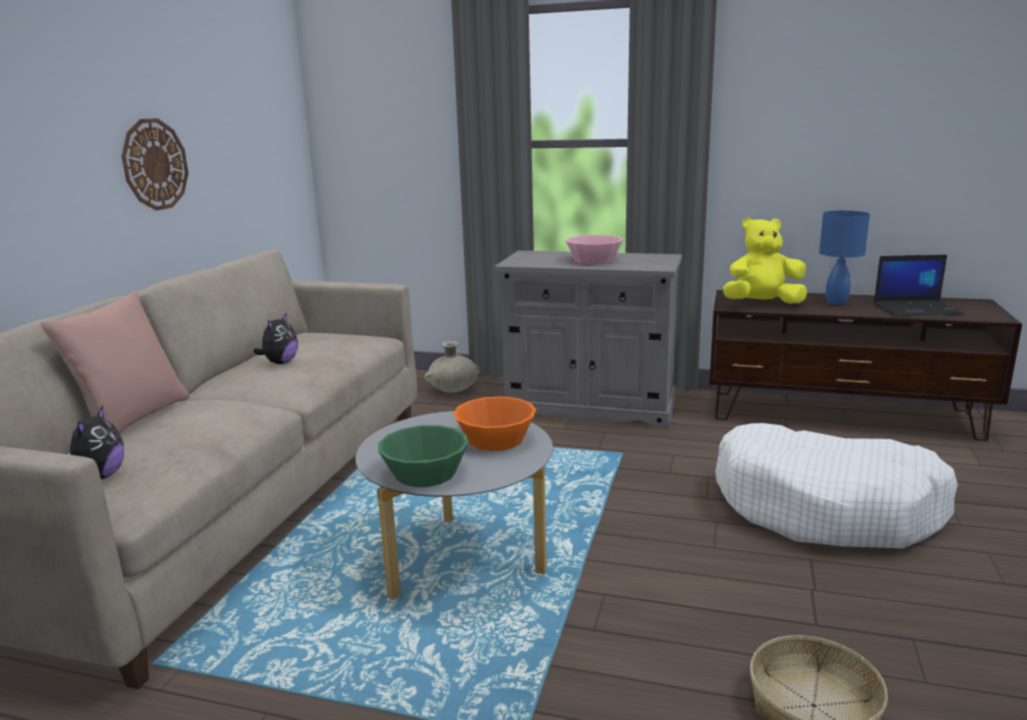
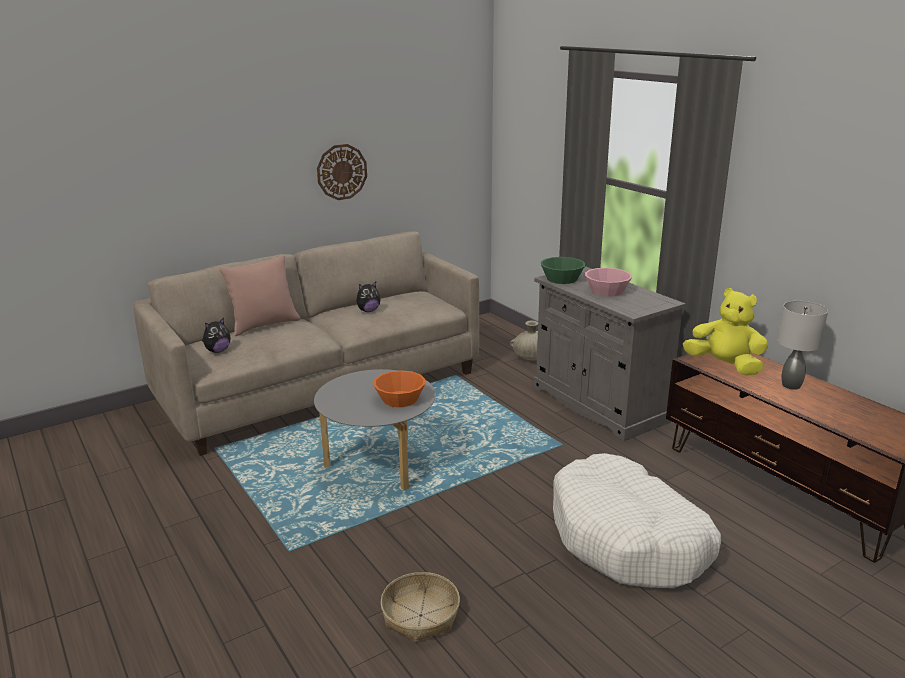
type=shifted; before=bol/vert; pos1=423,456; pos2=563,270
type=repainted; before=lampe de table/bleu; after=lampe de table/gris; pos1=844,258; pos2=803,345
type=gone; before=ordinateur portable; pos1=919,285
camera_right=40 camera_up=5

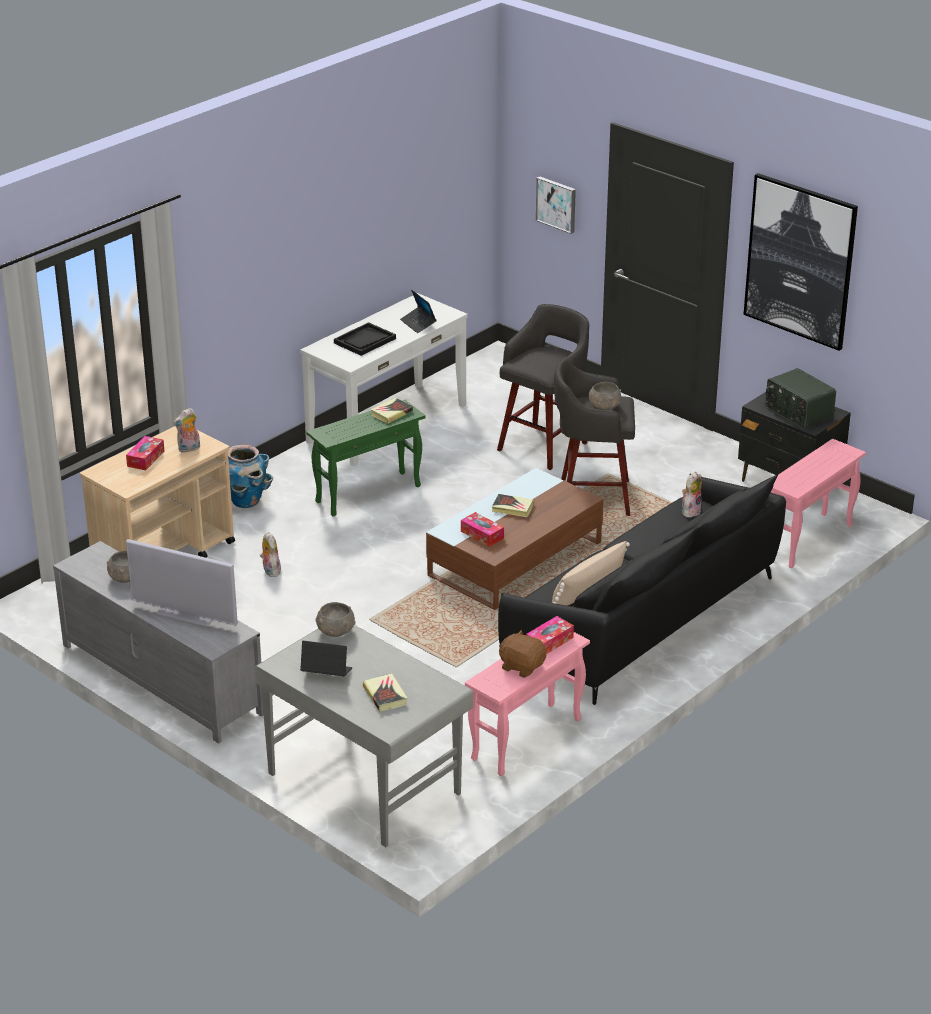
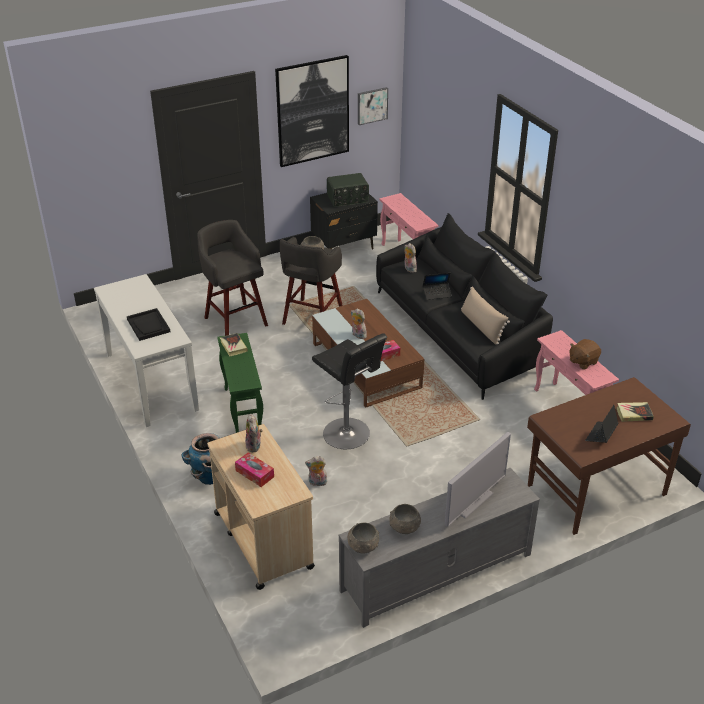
type=new; after=tabouret/noir; pos2=349,391
type=shifted; before=bol/gris; pos1=335,619; pos2=363,538
type=swapped; before=livre; after=peluche; pos1=513,505; pos2=359,323
type=shifted; before=tableau; pos1=556,205; pos2=373,106
type=shifted; before=ordinateur portable; pos1=418,311; pos2=437,286
type=repainted; before=bureau/gris; after=bureau/marron; pos1=364,736; pos2=609,456
type=gone; before=boîte à mouchoirs; pos1=550,635
camera_right=-70 camera_up=5

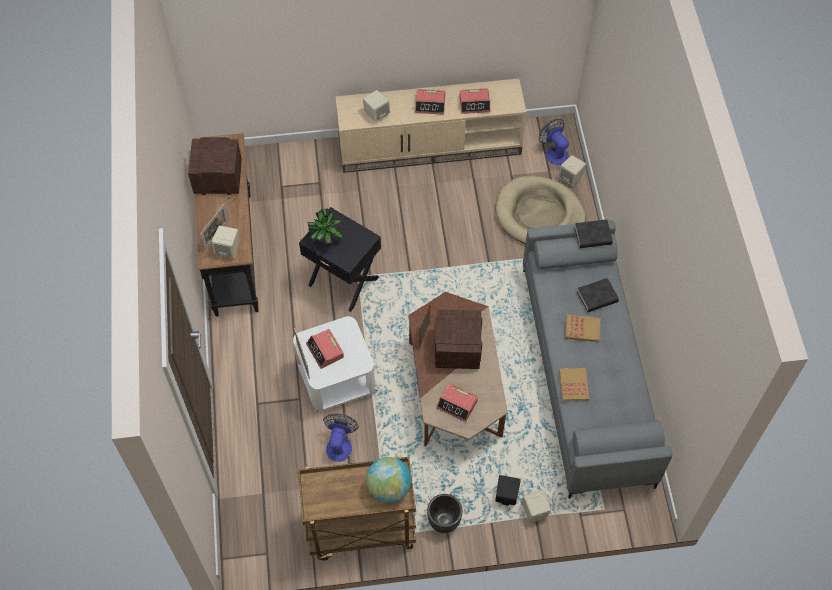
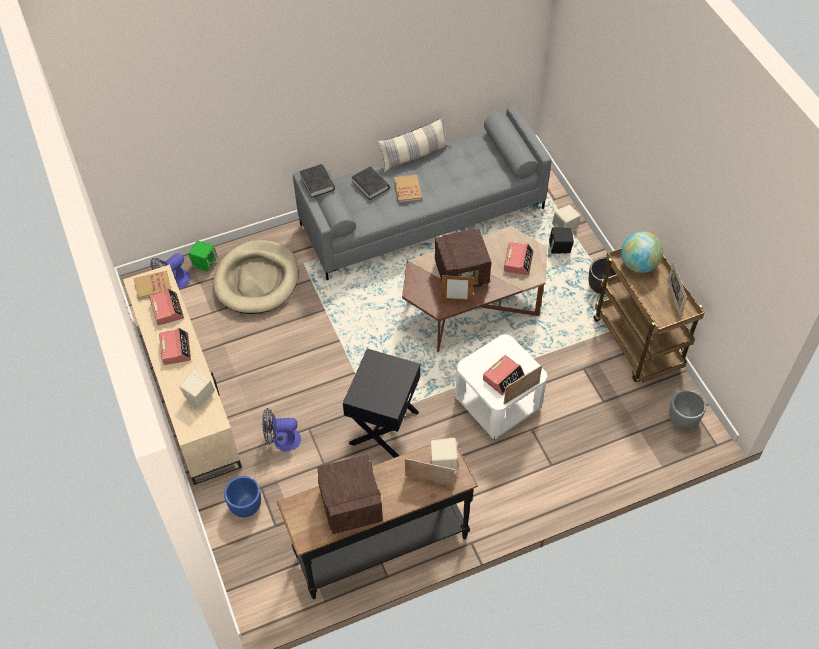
type=shifted; before=livre; pos1=574,385; pos2=152,285
type=repainted; before=enceinte/beige; after=enceinte/vert; pos1=572,170; pos2=203,256
type=new; after=cache-pot/bleu; pos2=242,496
type=shifted; before=ventilateur; pos1=341,437; pos2=281,429
type=new; after=coussin; pos2=413,144
type=new; after=cadre photo; pos2=677,289
type=new; after=cache-pot/gris; pos2=687,409
type=gone; before=plante en pot; pos1=325,226
camera_right=-105 camera_up=-5

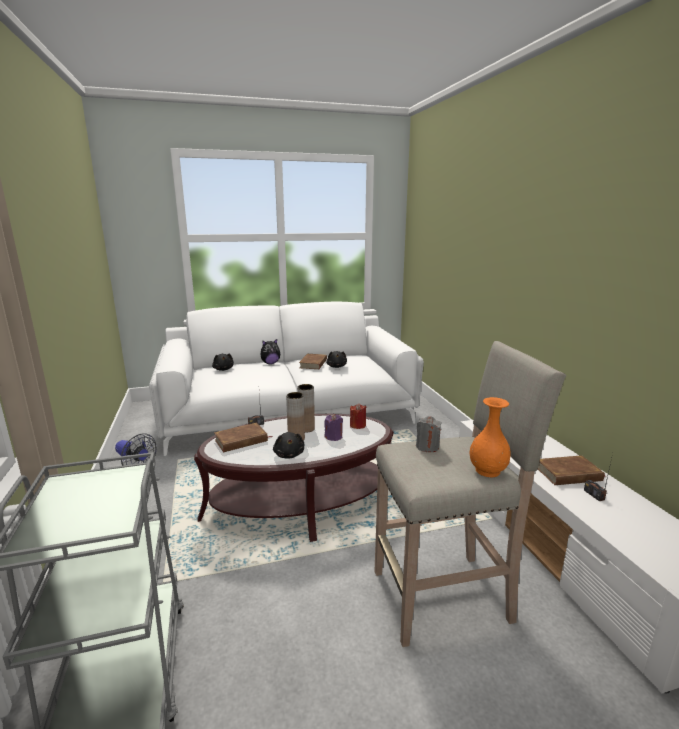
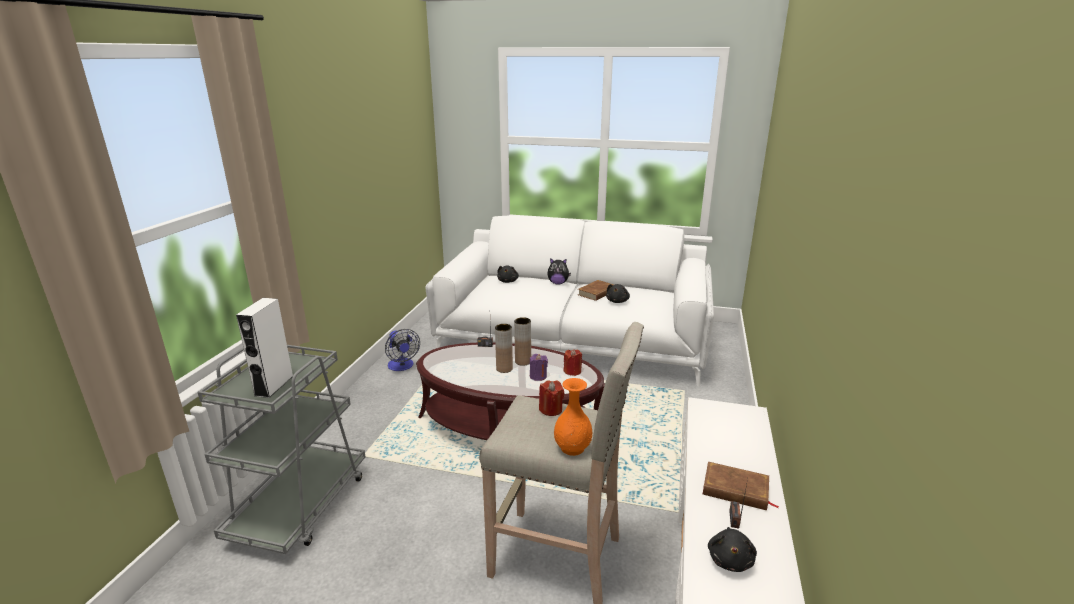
type=new; after=enceinte/blanc; pos2=264,348
type=repainted; before=bougie/gris; after=bougie/rouge; pos1=429,434; pos2=551,398
type=shifted; before=peluche/noir; pos1=289,445; pos2=732,549
type=gone; before=livre/marron; pos1=243,437
camera_right=30 camera_up=5

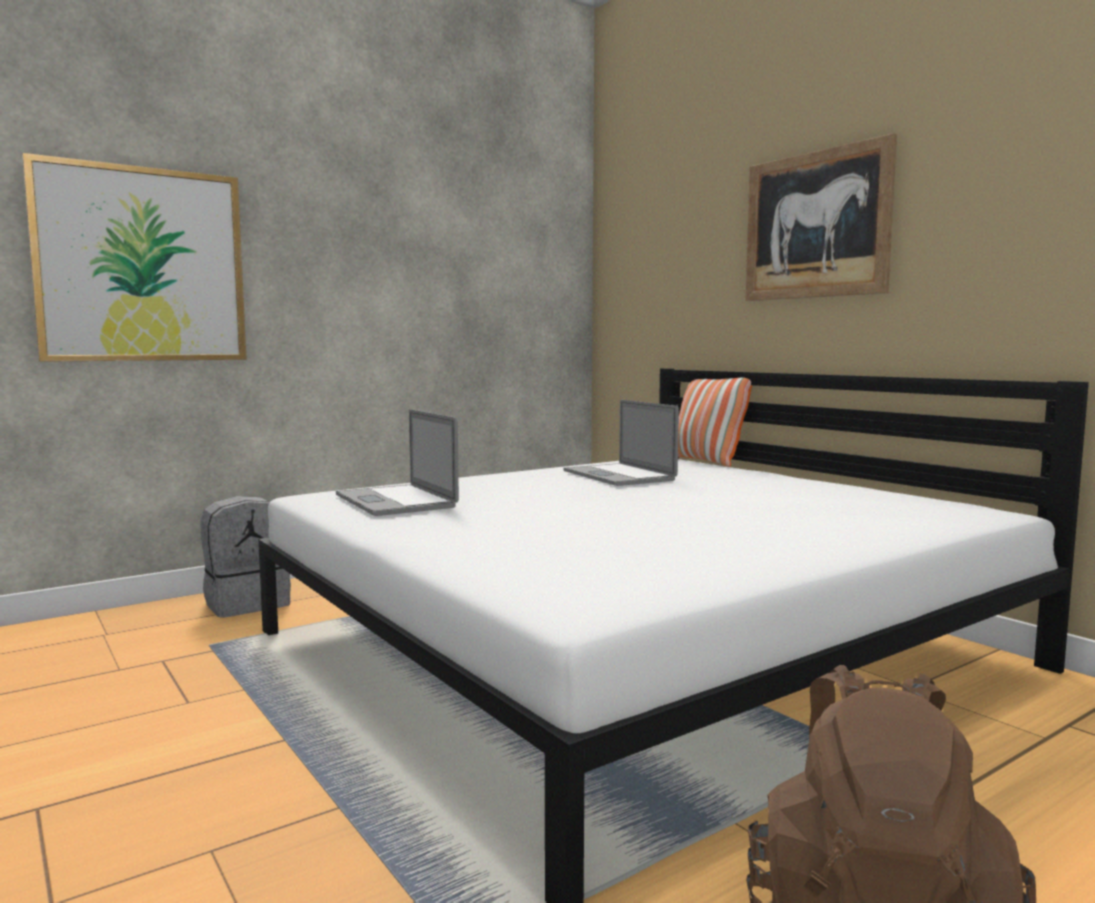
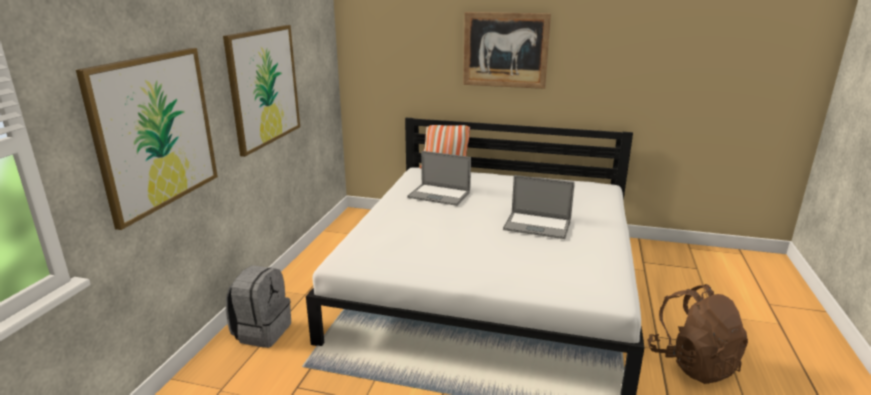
type=new; after=tableau; pos2=261,91
type=shifted; before=ordinateur portable; pos1=397,462; pos2=539,207
camera_right=-40 camera_up=15

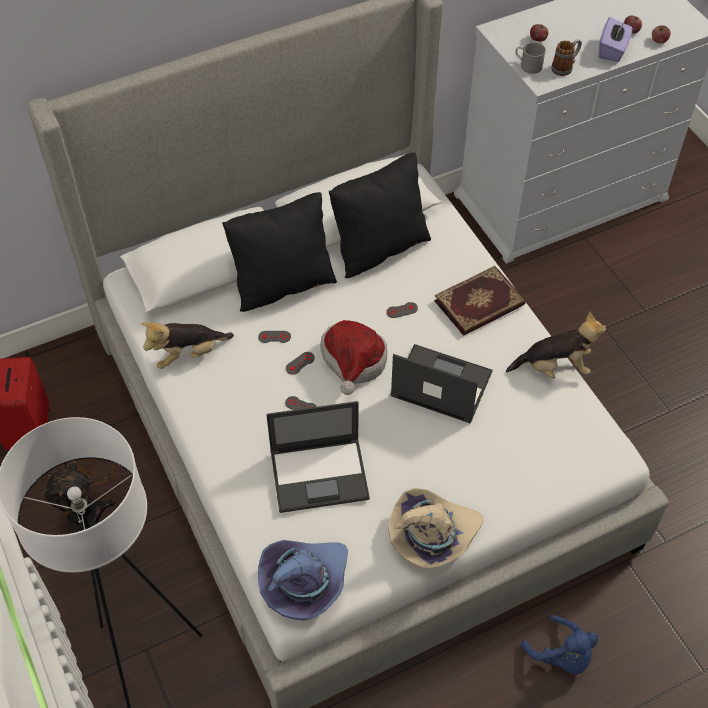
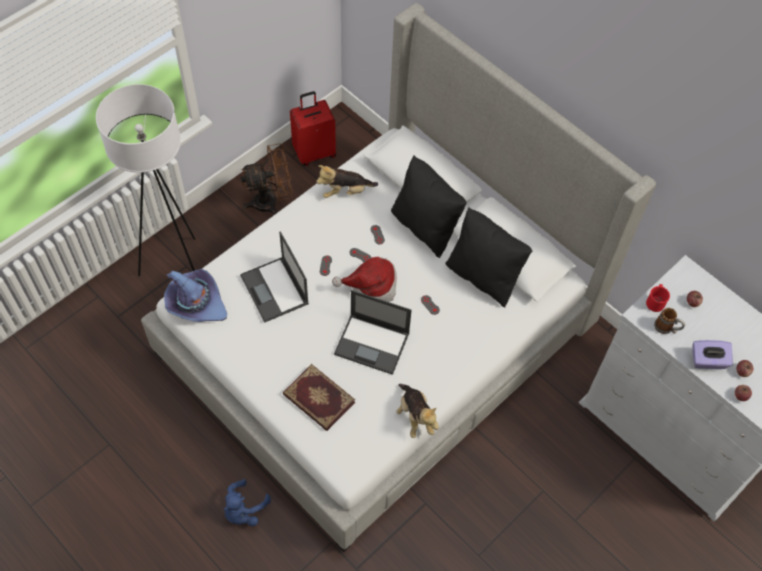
type=shifted; before=livre; pos1=479,301; pos2=319,397
type=rotated; before=peluche; pos1=187,345; pos2=347,181; turn=-60
type=rotated; before=ordinateur portable; pos1=442,383; pos2=373,332; turn=105
type=repainted; before=mug/gris; after=mug/rouge; pos1=530,58; pos2=658,298
type=gone; before=chapeau/beige; pos1=436,528
camera_right=70 camera_up=5

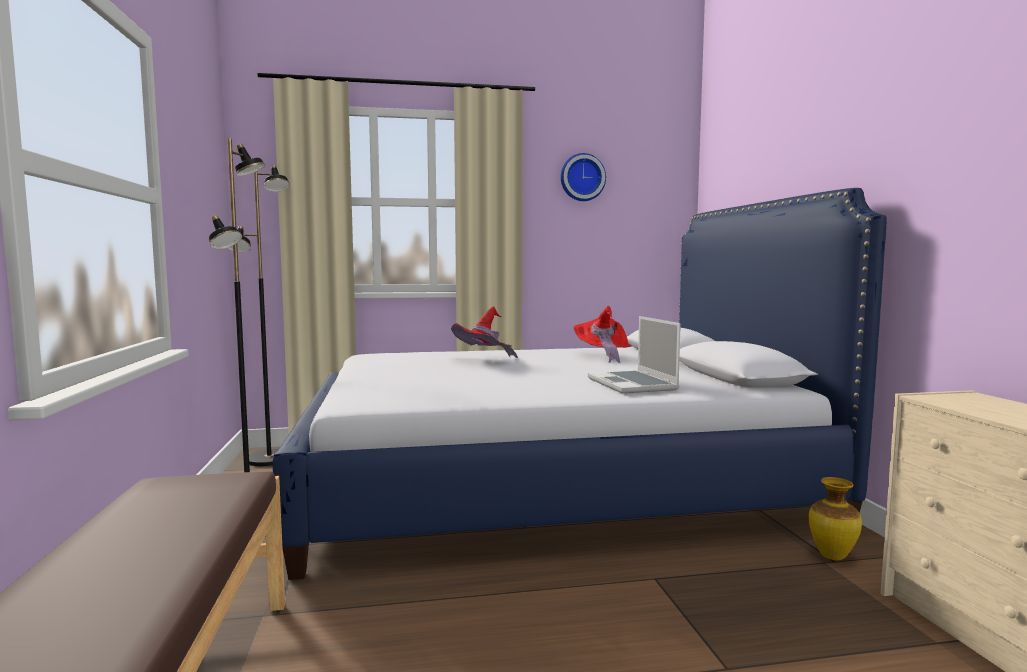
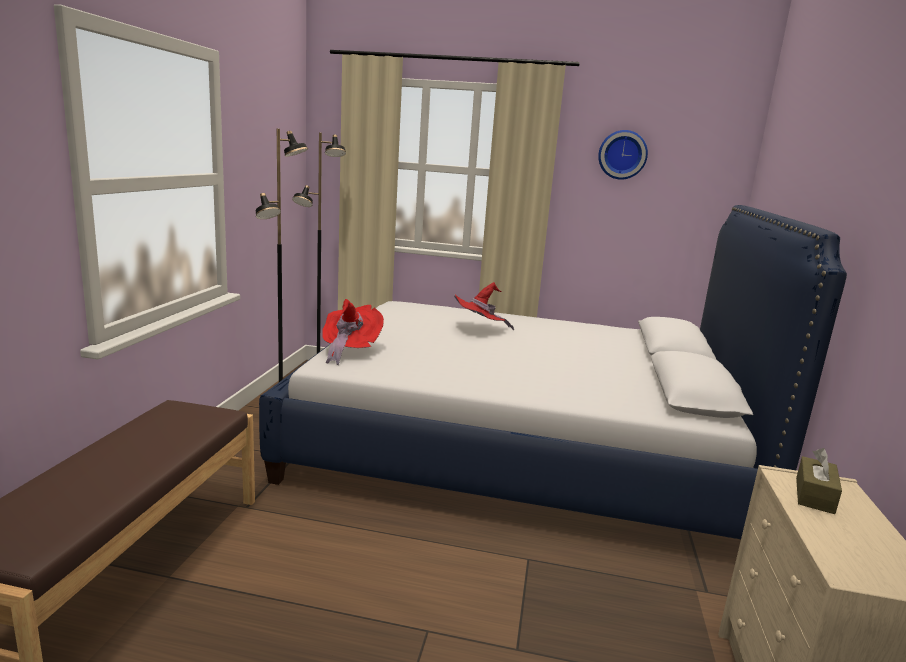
type=shifted; before=chapeau/rouge; pos1=603,334; pos2=353,332
type=new; after=boîte à mouchoirs/marron; pos2=819,481
type=gone; before=ordinateur portable; pos1=634,355
type=gone; before=vase; pos1=835,518
camera_right=20 camera_up=10

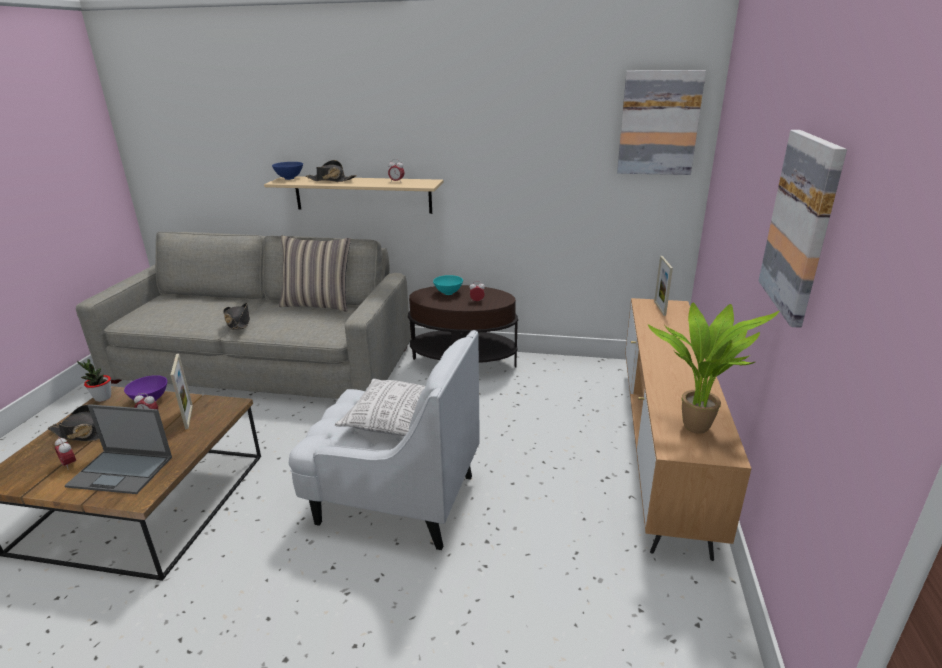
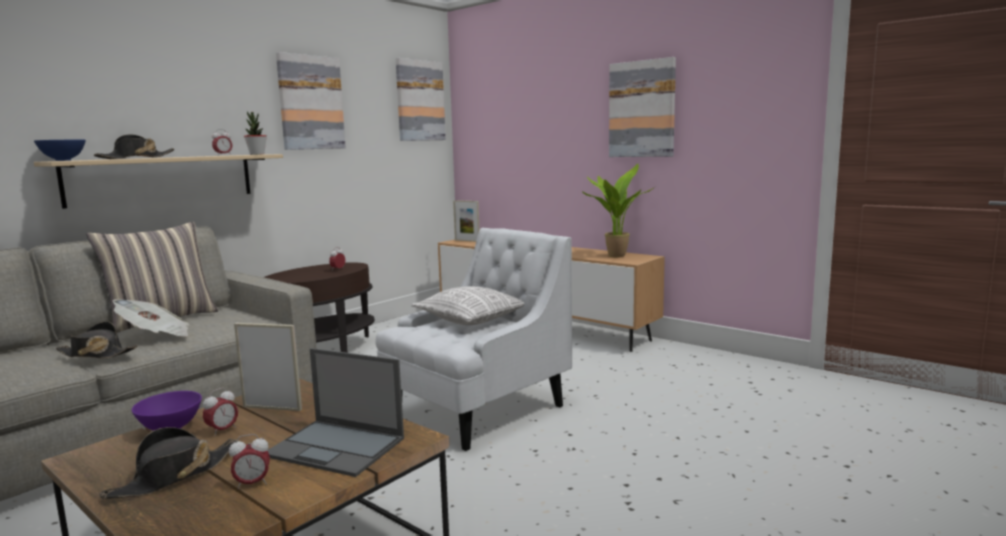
type=new; after=journal; pos2=150,318
type=shifted; before=plante en pot; pos1=94,380; pos2=255,133
type=rotated; before=ordinateur portable; pos1=118,449; pos2=335,412; turn=75
type=new; after=tableau; pos2=311,101
type=gone; before=bol/turquoise; pos1=448,285
camera_right=-60 camera_up=-15

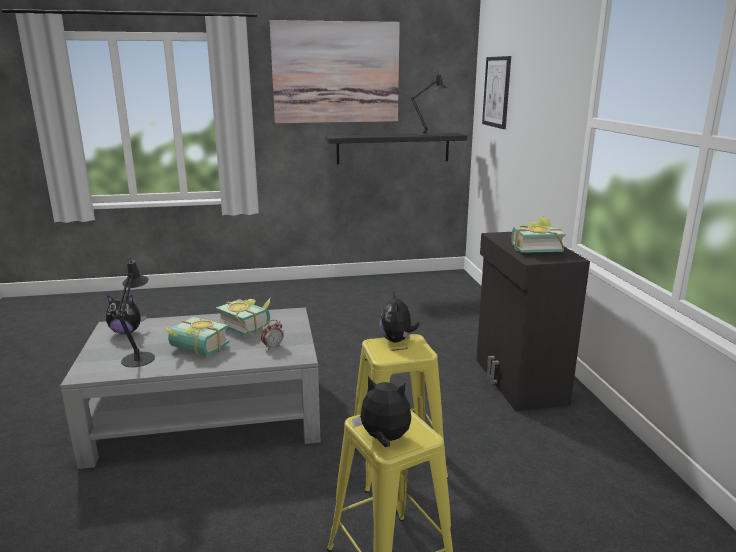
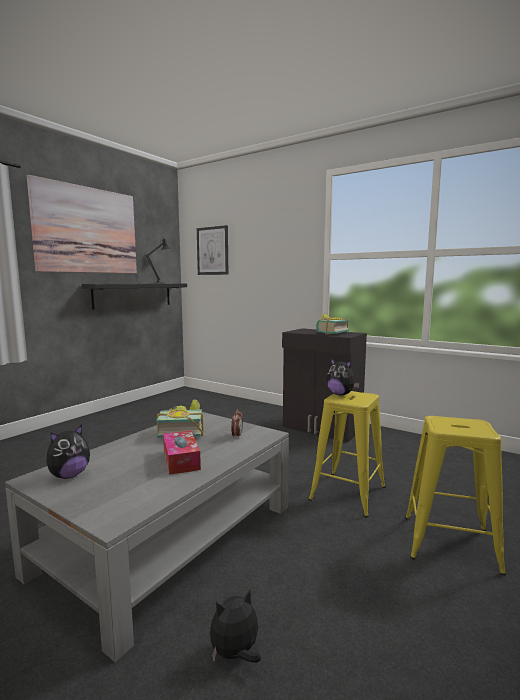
type=swapped; before=livre; after=boîte à mouchoirs; pos1=197,336; pos2=182,453
type=shifted; before=peluche; pos1=381,412; pos2=235,626
type=gone; before=lampe de table/noir; pos1=135,312
camera_right=-45 camera_up=-10

